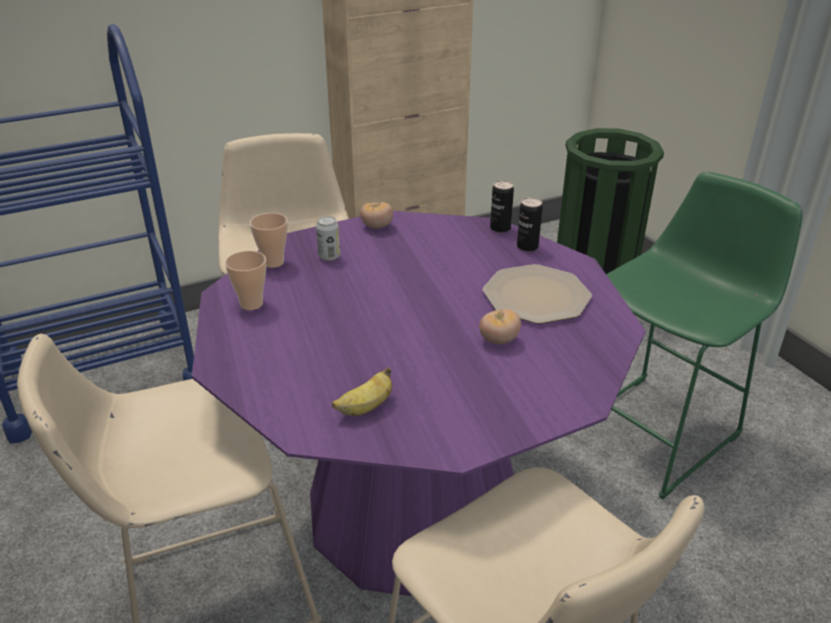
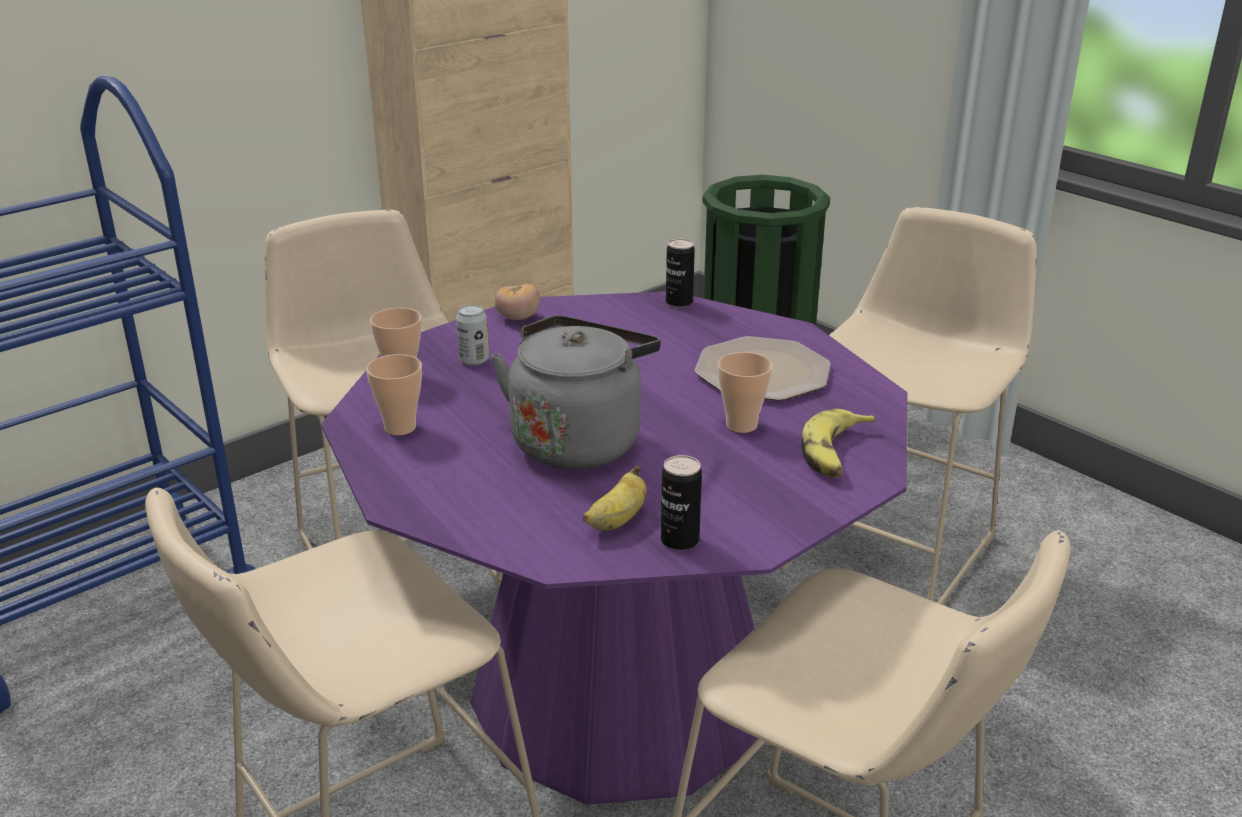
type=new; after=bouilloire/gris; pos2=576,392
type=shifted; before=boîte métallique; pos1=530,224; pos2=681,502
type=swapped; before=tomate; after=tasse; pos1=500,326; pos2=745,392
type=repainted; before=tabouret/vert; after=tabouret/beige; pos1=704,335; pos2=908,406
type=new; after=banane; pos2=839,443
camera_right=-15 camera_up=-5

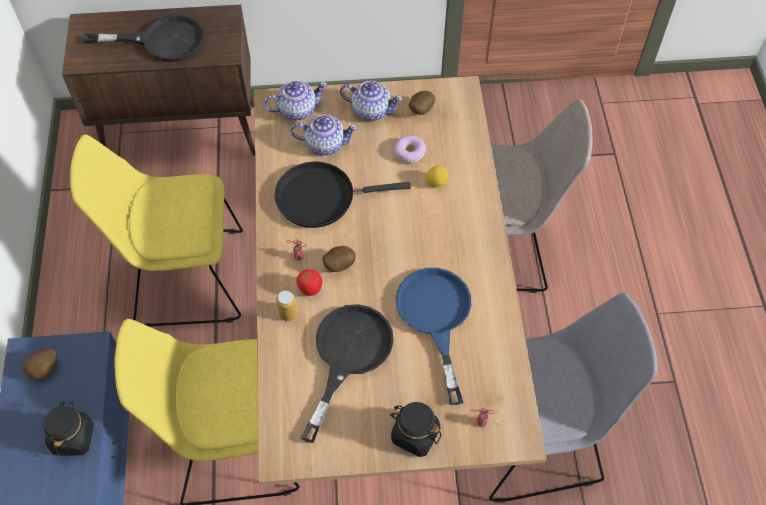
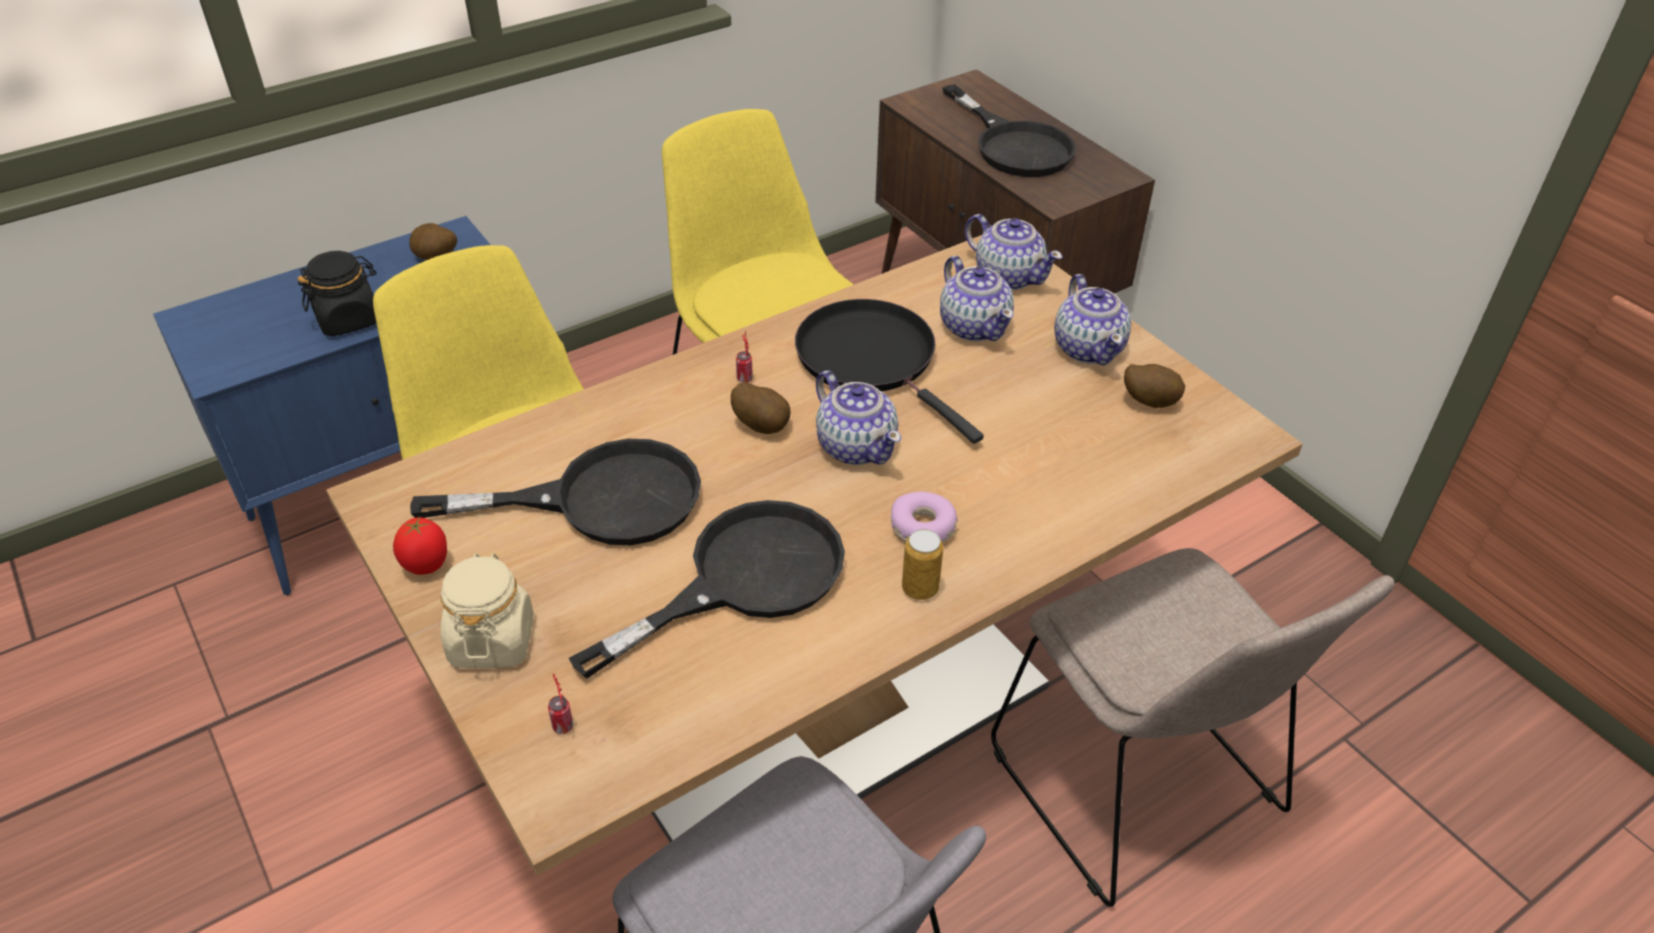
type=shifted; before=tomate; pos1=309,282; pos2=420,546
type=repainted; before=bocal/noir; after=bocal/beige; pos1=416,429; pos2=487,610
type=repainted; before=poêle/bleu; after=poêle/noir; pos1=433,336; pos2=707,589
type=new; after=théière; pos2=858,418
type=shifted; before=beignet; pos1=410,149; pos2=924,517
type=shifted; before=boîte métallique; pos1=286,305; pos2=922,564
type=gone; before=citron; pos1=437,176
camera_right=60 camera_up=-15

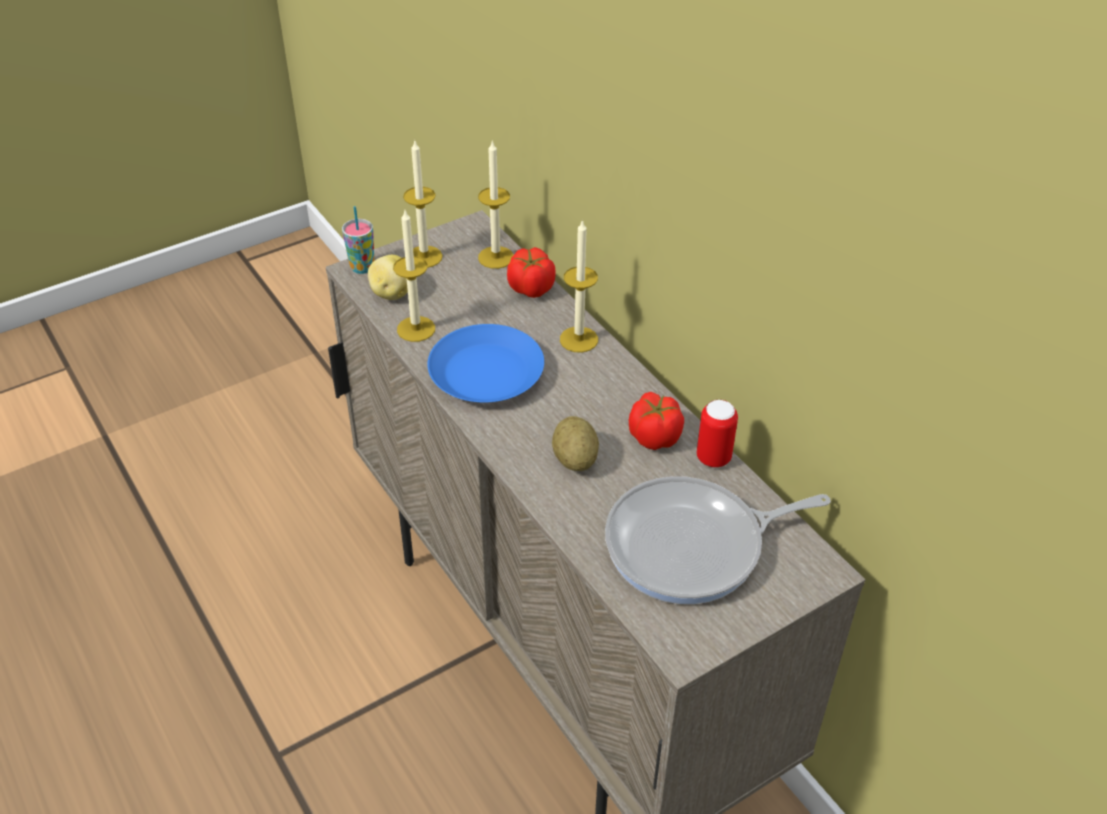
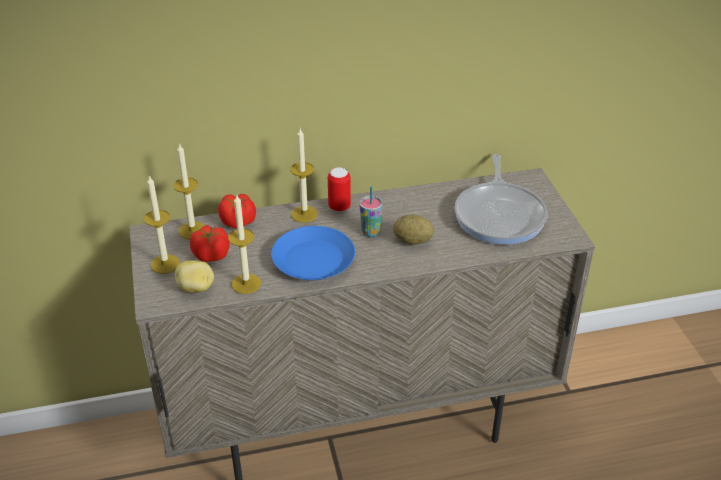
type=shifted; before=tomate; pos1=656,421; pos2=210,243
type=shifted; before=boîte métallique; pos1=717,434; pos2=339,189
type=shifted; before=tasse; pos1=358,240; pos2=371,212
camera_right=-70 camera_up=-5

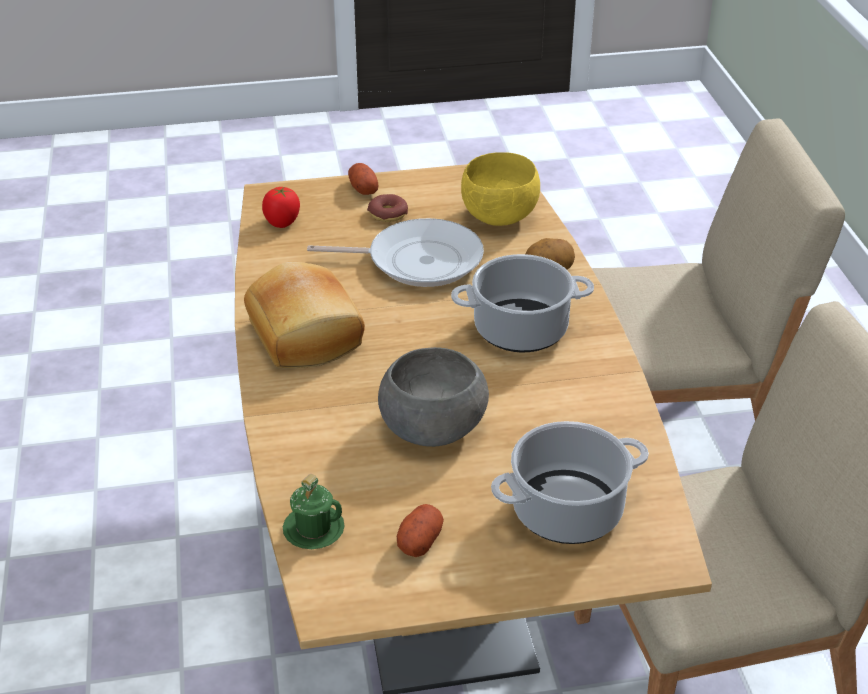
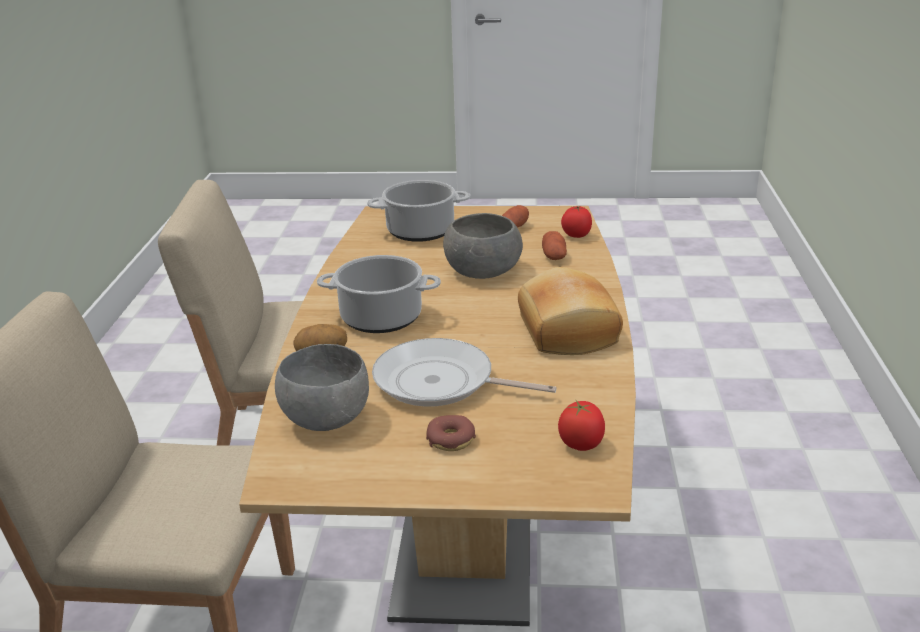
type=repainted; before=bol/jaune; after=bol/gris; pos1=500,189; pos2=322,387
type=shifted; before=pomme de terre; pos1=363,179; pos2=554,245
type=swapped; before=mug/vert; after=tomate; pos1=314,511; pos2=576,222
camera_right=-165 camera_up=-10

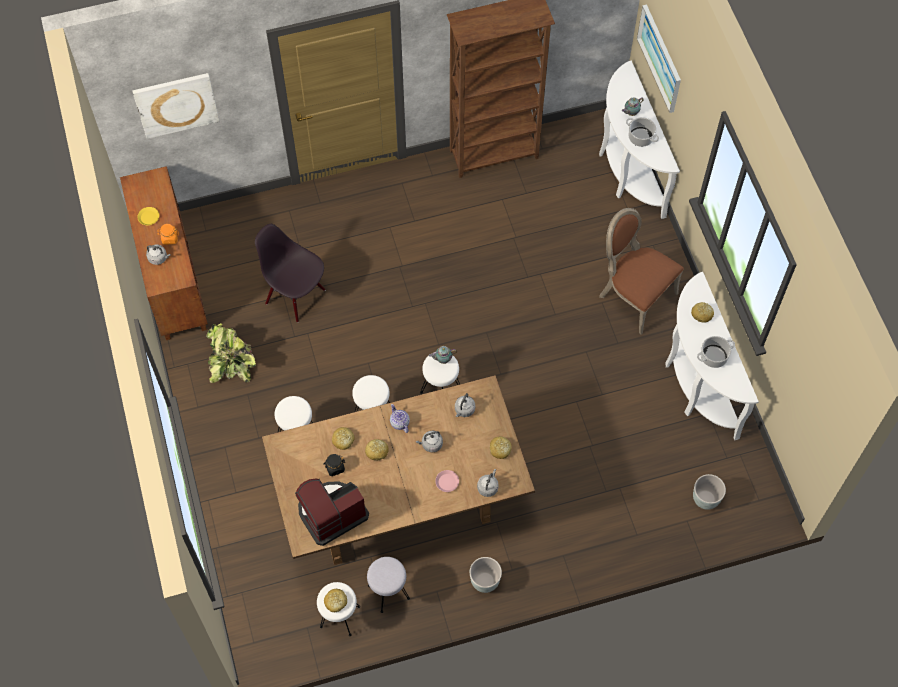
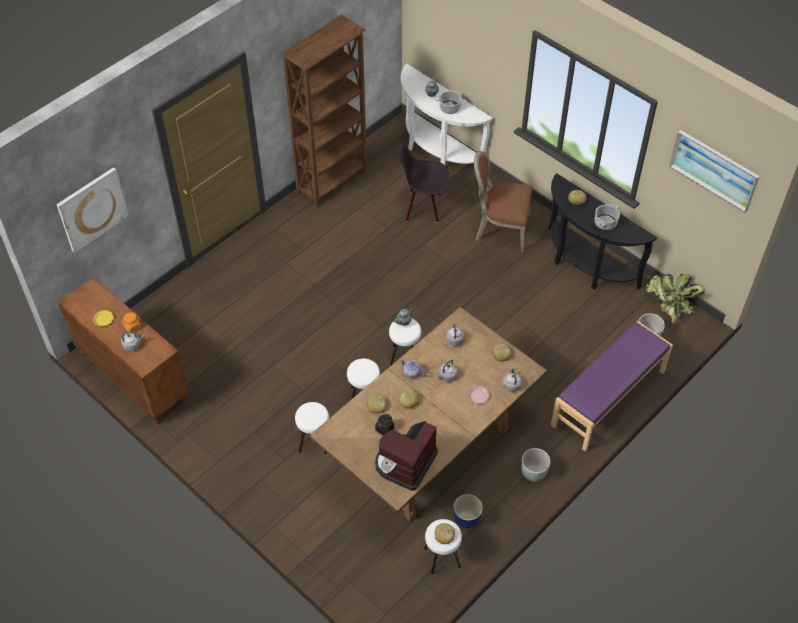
type=shifted; before=chaise/noir; pos1=290,273; pos2=423,182
type=swapped; before=tabouret/gris; after=cache-pot; pos1=388,585; pos2=468,511
type=repainted; before=table console/blanc; after=table console/noir; pos1=712,356; pos2=602,231
type=new; after=banc/violet; pos2=612,386
type=shifted; before=plante en pot; pos1=231,353; pos2=675,299
type=shifted; before=tableau; pos1=659,59; pos2=714,171
camera_right=-30 camera_up=-10

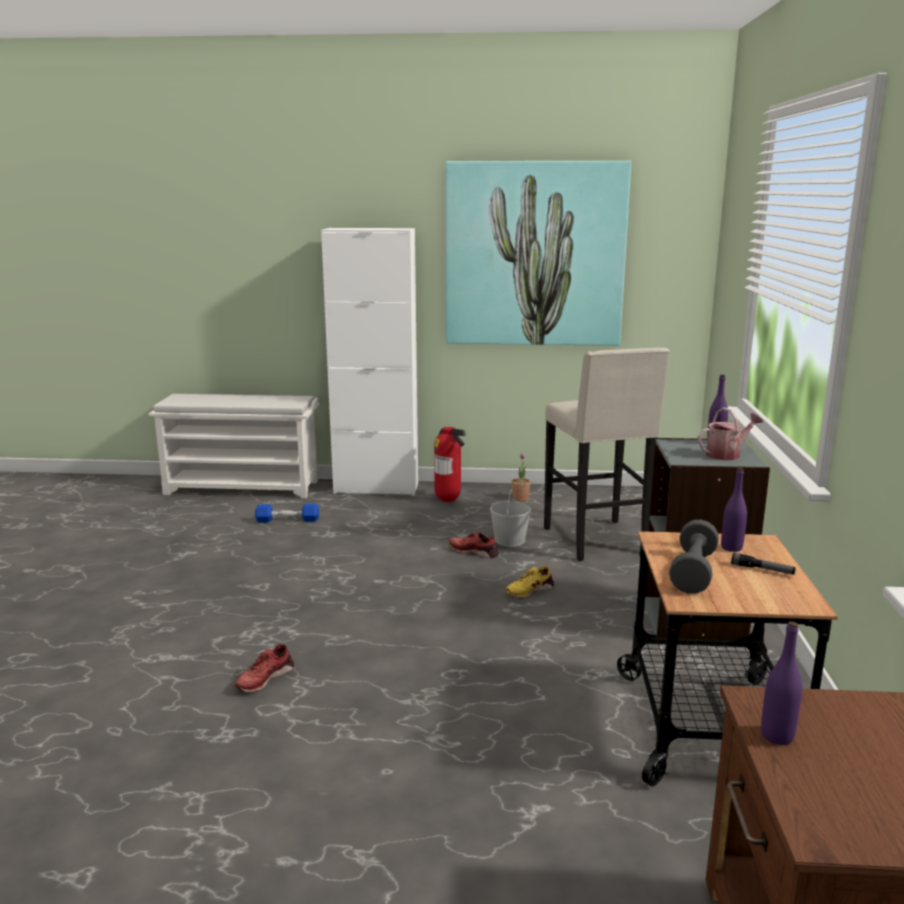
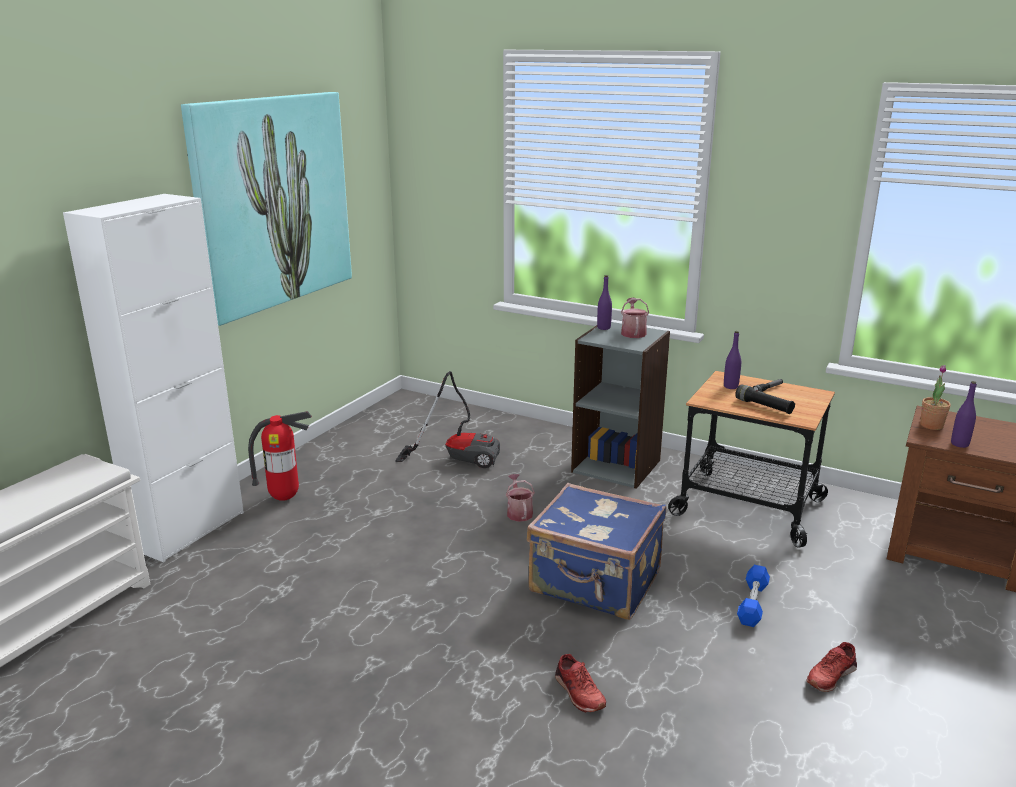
type=swapped; before=tabouret/beige; after=aspirateur; pos1=607,454; pos2=448,419
type=swapped; before=chaussure/jaune; after=arrosoir; pos1=529,582; pos2=520,498
type=new; after=valise/bleu; pos2=596,551
type=swapped; before=haltère/gris; after=lampe de poche/noir; pos1=694,557; pos2=765,399
type=shifted; before=haltère/bleu; pos1=287,513; pos2=753,596
type=shifted; before=chaussure/rouge; pos1=474,545; pos2=831,667
type=shifted; before=plante en pot; pos1=521,477; pos2=935,397
type=gone; before=seau/blanc; pos1=510,518
camera_right=-65 camera_up=5

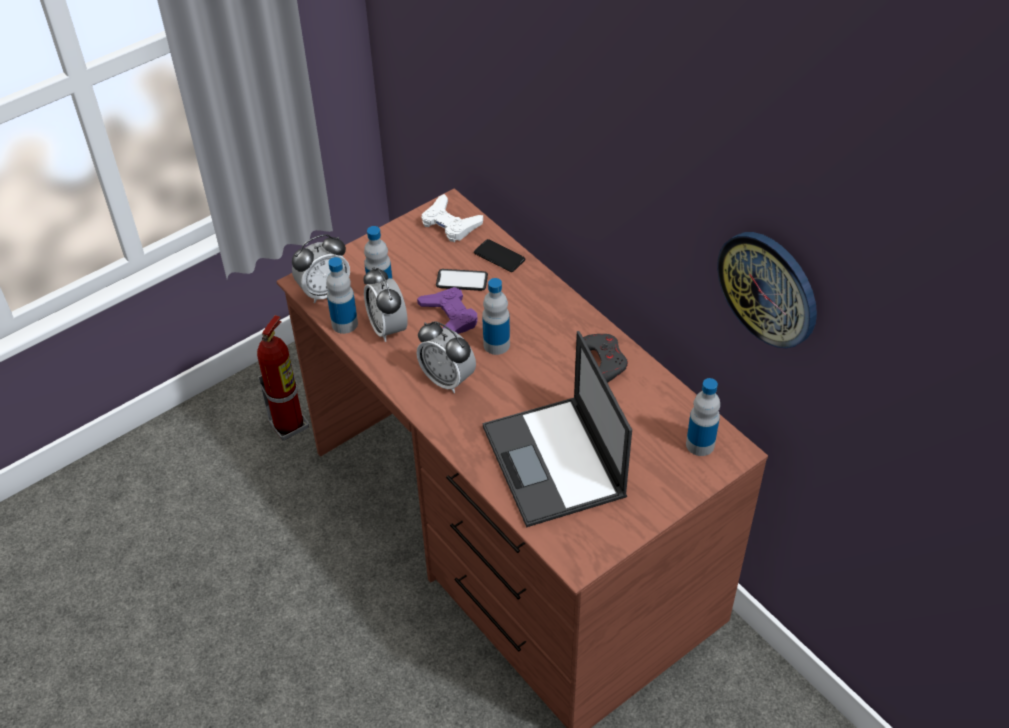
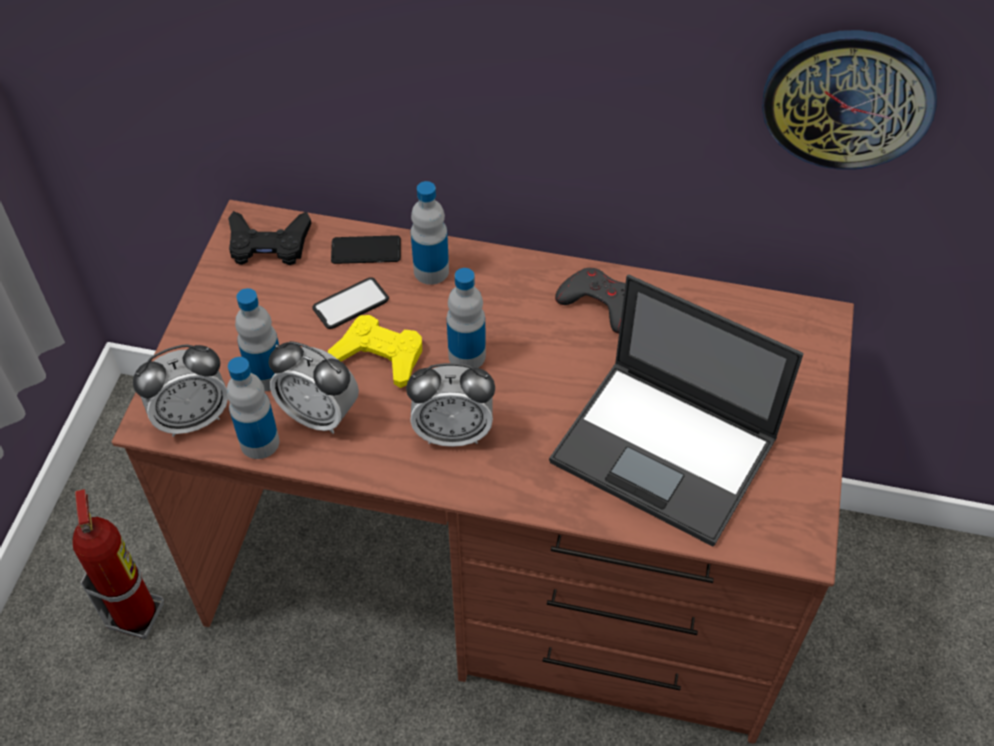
type=rotated; before=réveil; pos1=321,268; pos2=180,390; turn=45
type=repainted; before=manette/blanc; after=manette/noir; pos1=452,218; pos2=269,238
type=repainted; before=manette/violet; after=manette/jaune; pos1=447,310; pos2=375,351
type=shifted; before=bouteille; pos1=703,417; pos2=430,233
camera_right=-40 camera_up=5

